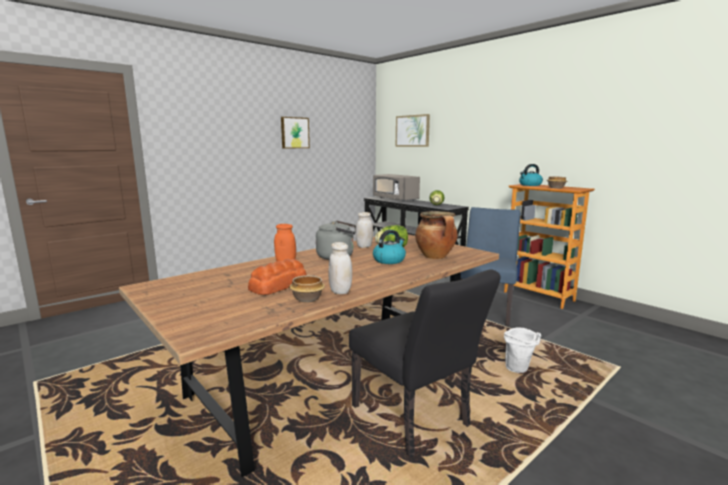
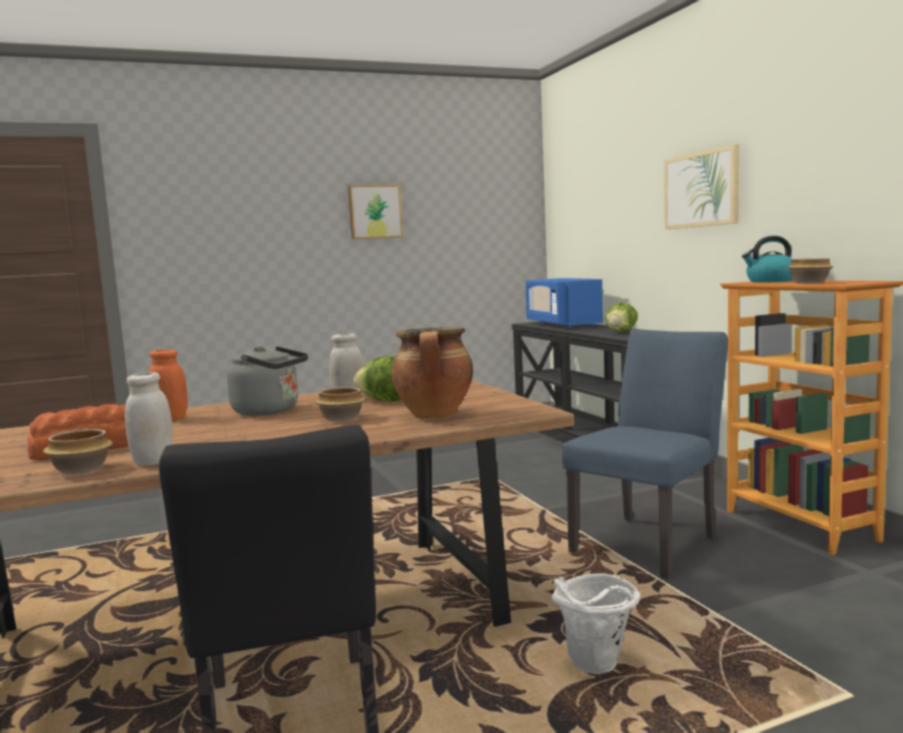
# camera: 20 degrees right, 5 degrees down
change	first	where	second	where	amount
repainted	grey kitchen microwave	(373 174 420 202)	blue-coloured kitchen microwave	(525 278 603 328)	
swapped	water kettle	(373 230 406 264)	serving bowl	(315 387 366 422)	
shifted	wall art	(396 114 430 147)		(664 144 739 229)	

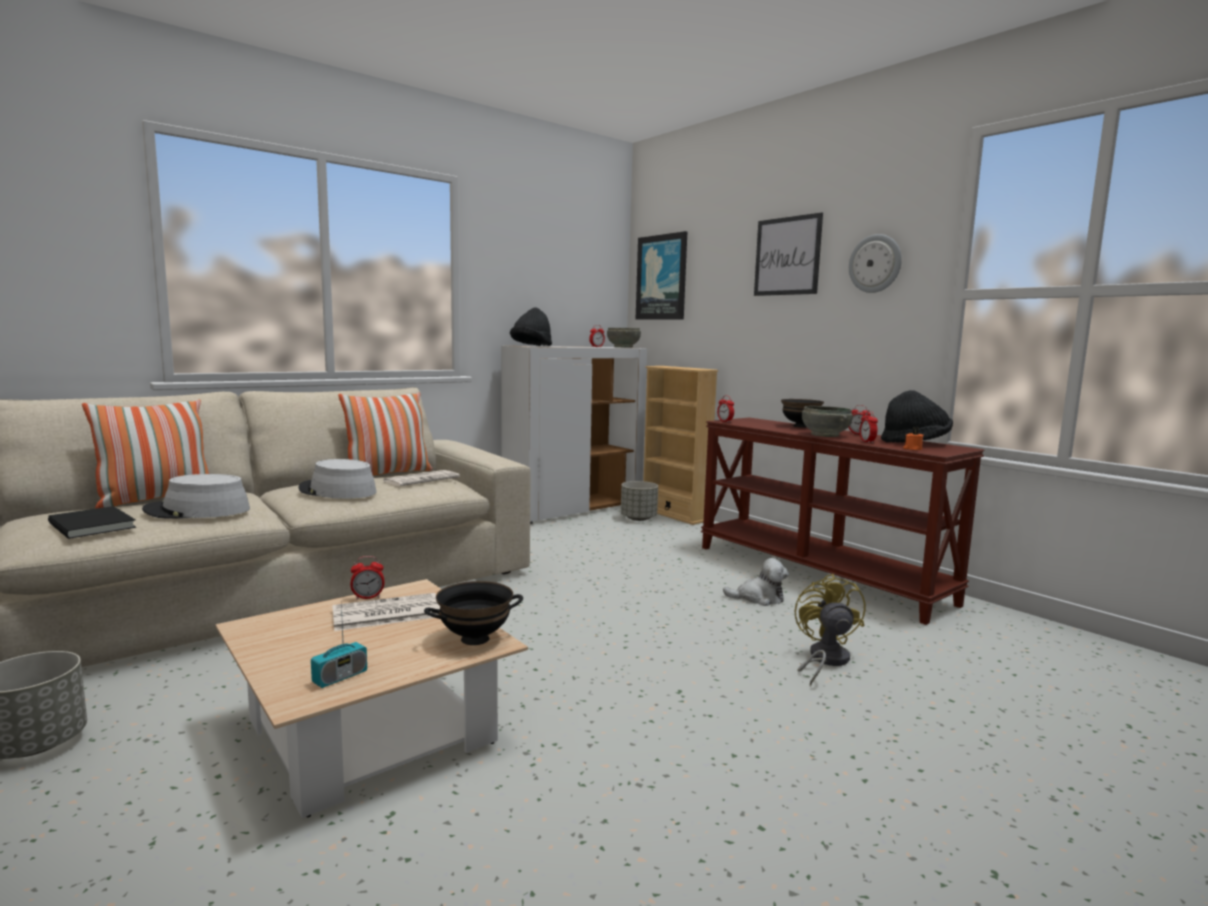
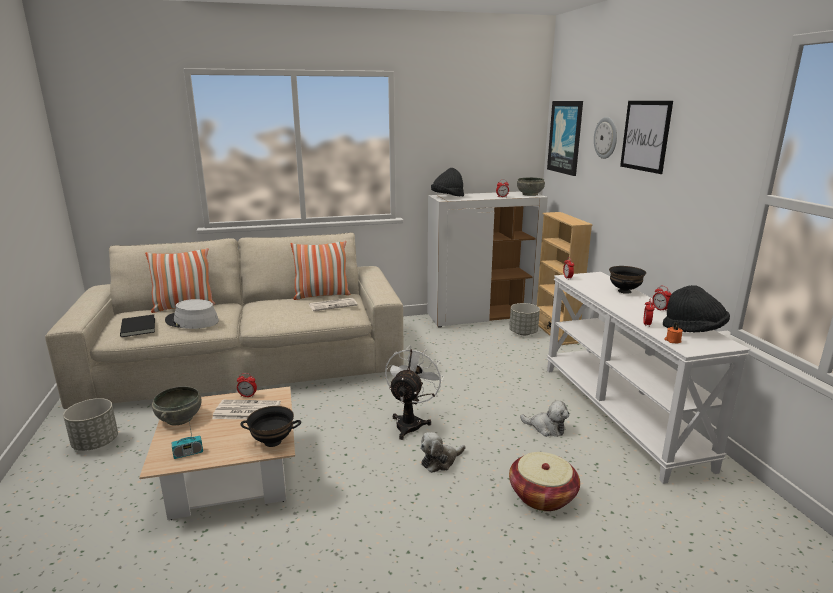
# camera: 25 degrees right, 10 degrees up
change	first	where	second	where	amount
gone	grey hat	(298 459 376 499)			
repainted	brownish hall table	(701 418 985 625)	white hall table	(547 272 750 484)	
swapped	yellowish electric fan	(795 574 866 686)	storage basket	(509 452 580 511)	
shifted	grey serving bowl	(802 406 853 437)		(152 386 202 425)	
shifted	wall clock	(849 234 902 293)		(594 117 617 159)	
new			white electric fan	(385 345 444 440)	
new			plush toy	(420 432 465 473)	

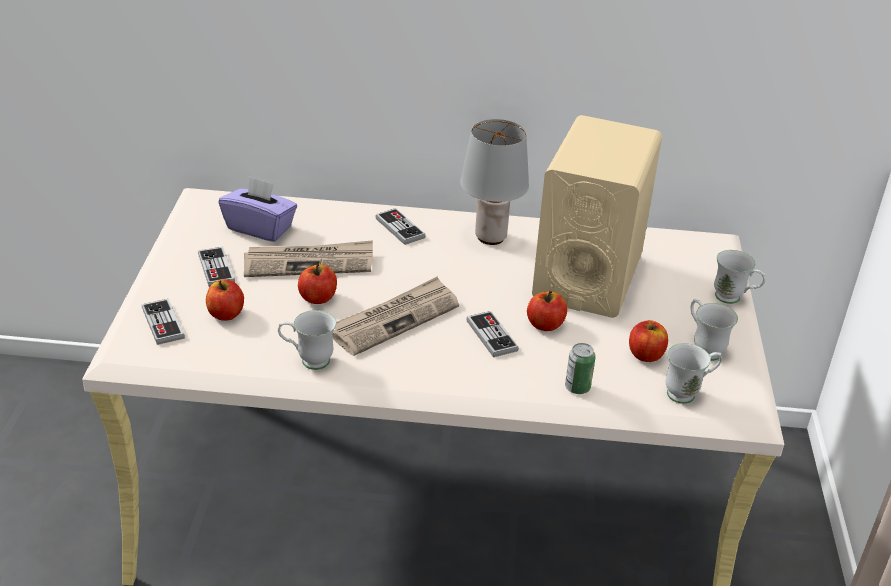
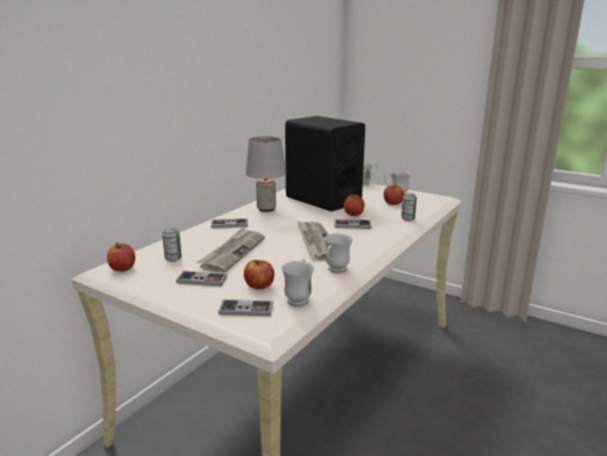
# camera: 60 degrees left, 15 degrees down
change	first	where	second	where	amount
swapped	purple-coloured box of tissues	(218 176 297 242)	metal can	(162 227 182 261)	
shifted	apple fruit	(298 264 337 304)		(107 243 135 272)	
repainted	beige audio speaker	(532 115 662 318)	blackish audio speaker	(285 116 365 212)	
shifted	white tea mug	(665 343 722 404)		(281 258 314 307)	

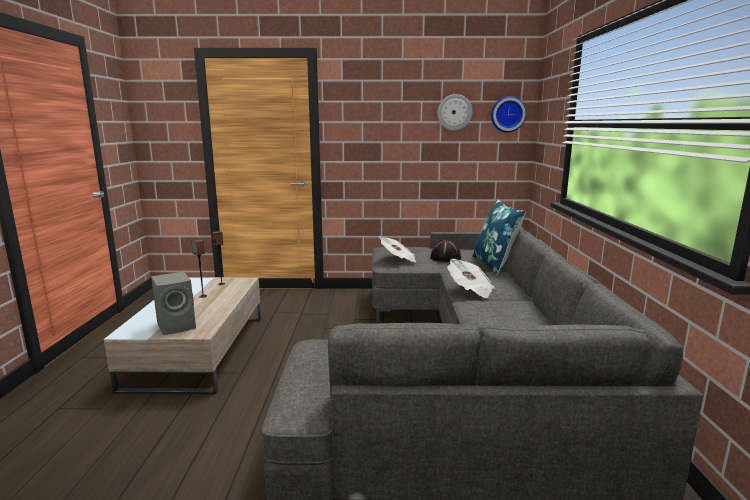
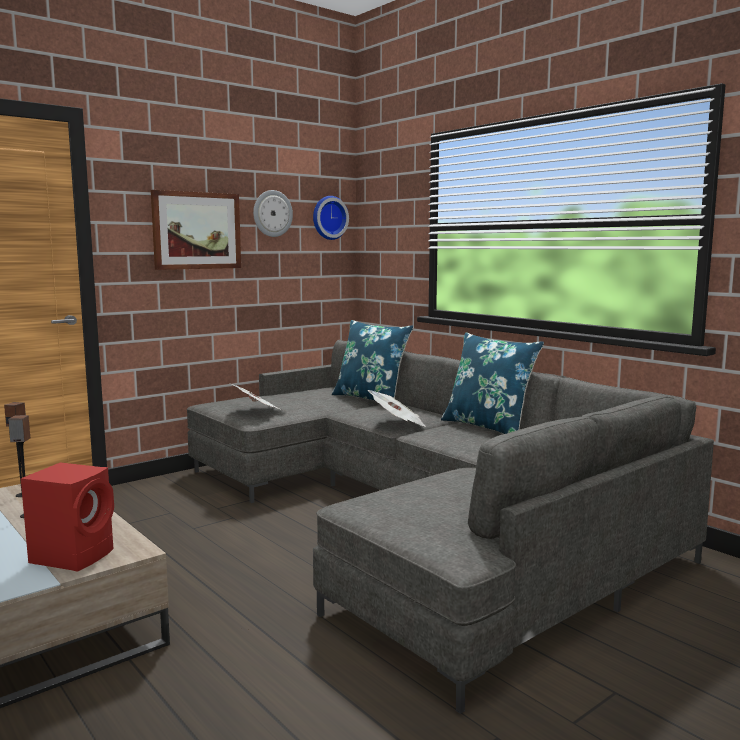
# camera: 40 degrees left, 5 degrees down
change	first	where	second	where	amount
repainted	grey audio speaker	(151 271 196 335)	red audio speaker	(21 462 114 571)	
gone	blackish hat	(431 240 461 262)			
new			wall art	(151 190 241 270)	
new			blue-coloured pillow	(441 332 544 434)	

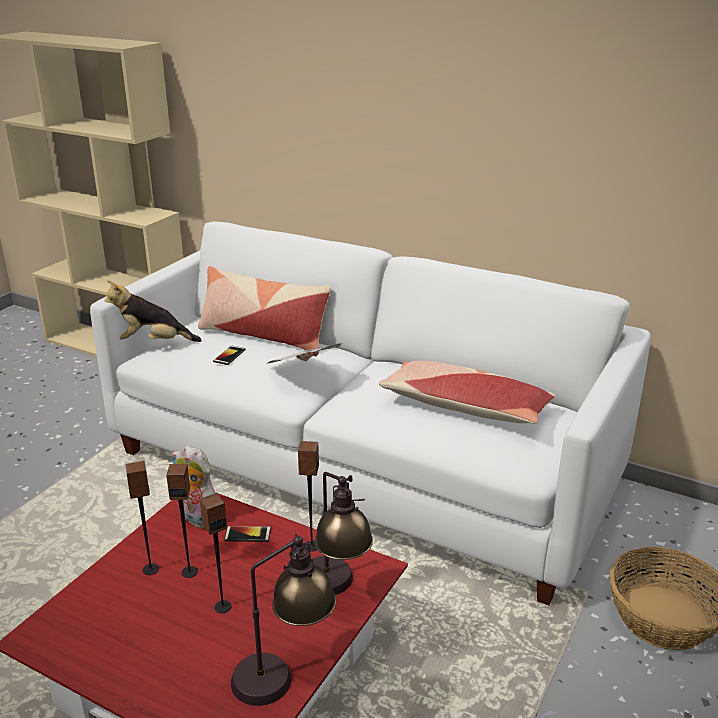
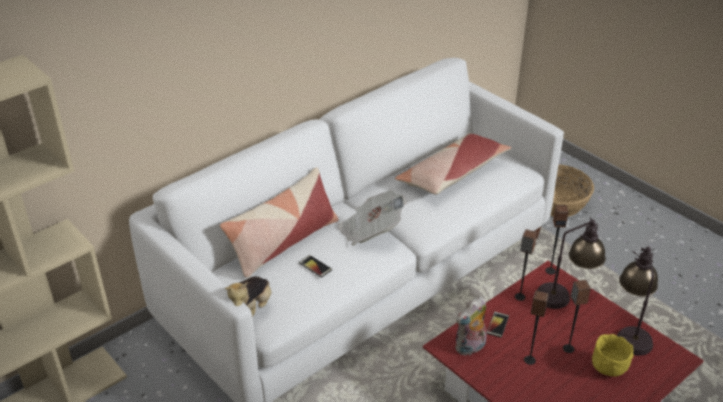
# camera: 70 degrees left, 10 degrees up
change	first	where	second	where	amount
shifted	audio speaker	(125 461 159 575)		(545 205 568 275)	
new			yellowish serving bowl	(592 334 634 377)	

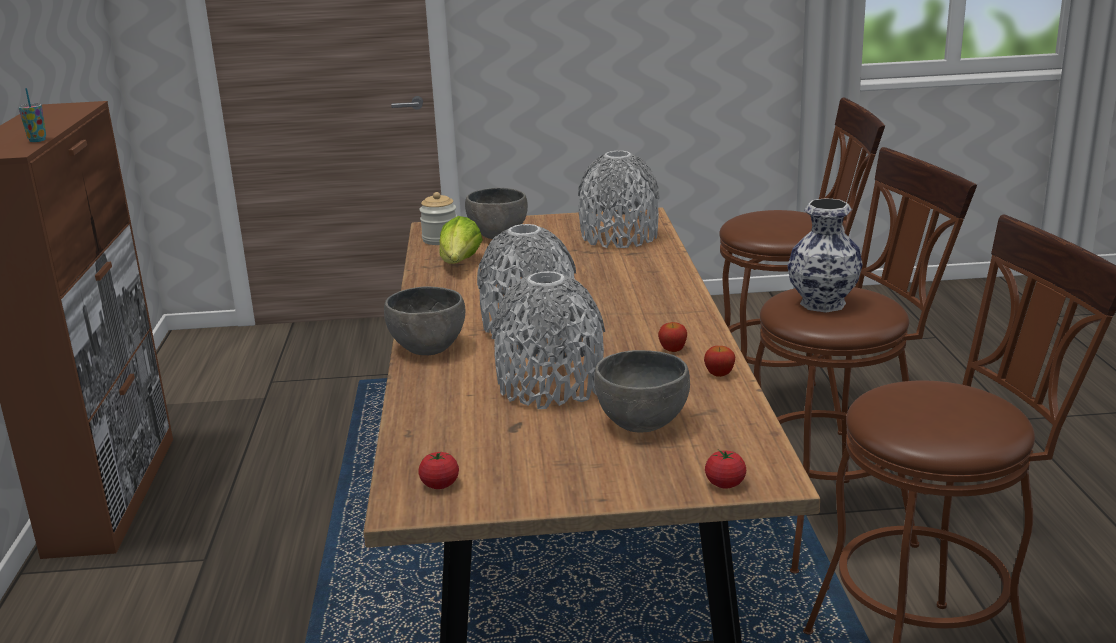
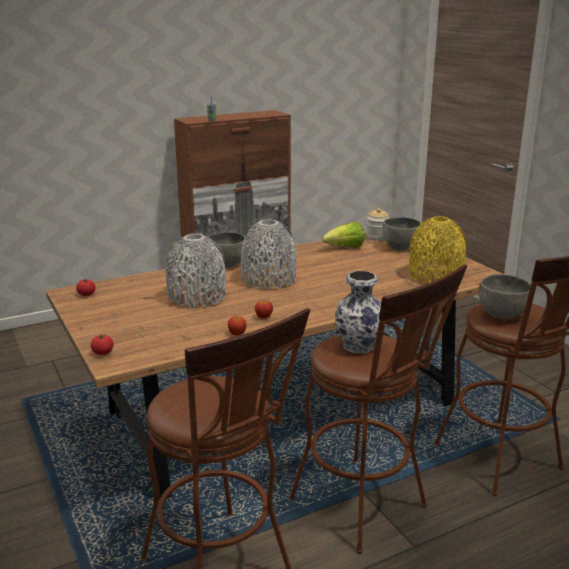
# camera: 65 degrees right, 0 degrees up
change	first	where	second	where	amount
repainted	grey flower vase	(578 151 660 248)	yellowish flower vase	(409 216 467 283)	
shifted	grey serving bowl	(594 350 690 432)		(479 274 531 319)	

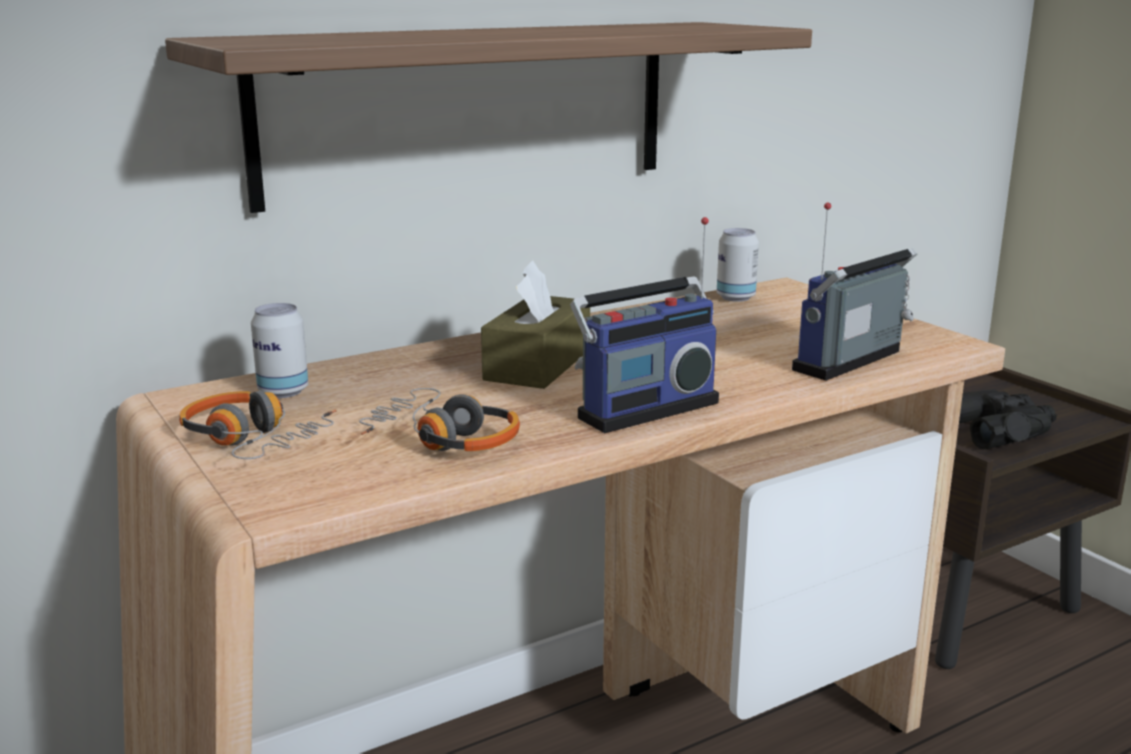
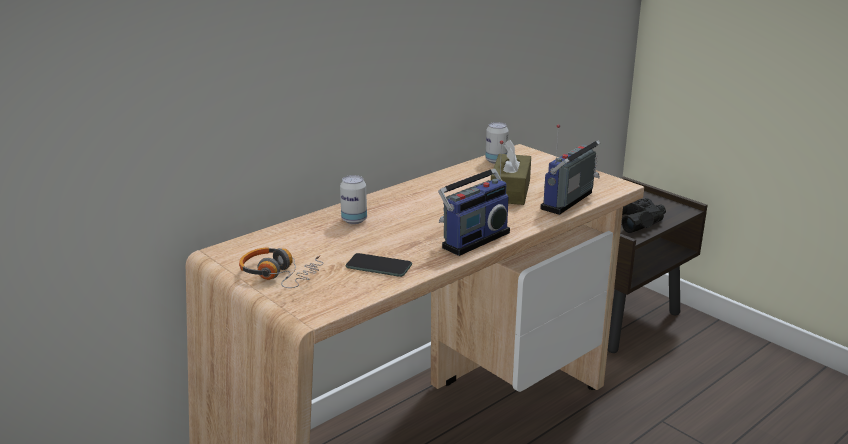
# camera: 10 degrees left, 5 degrees up
change	first	where	second	where	amount
gone	shelf	(165 22 812 213)			
shifted	metal can	(251 303 308 398)		(340 175 367 224)	
swapped	headset	(359 388 520 451)	telephone	(346 253 412 277)	
shifted	brownish box of tissues	(481 261 590 389)		(491 139 531 205)	

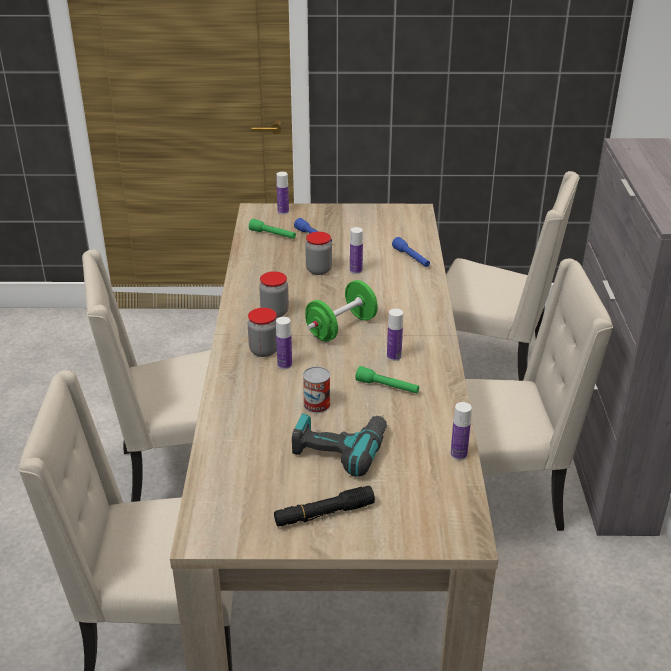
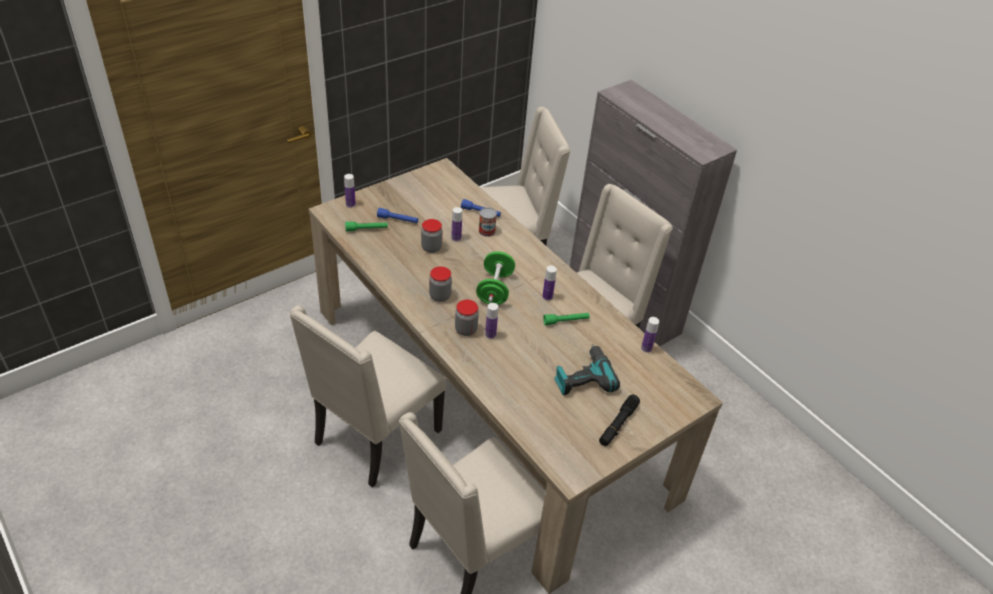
# camera: 40 degrees left, 10 degrees up
change	first	where	second	where	amount
shifted	metal can	(303 366 331 413)		(479 208 497 237)	

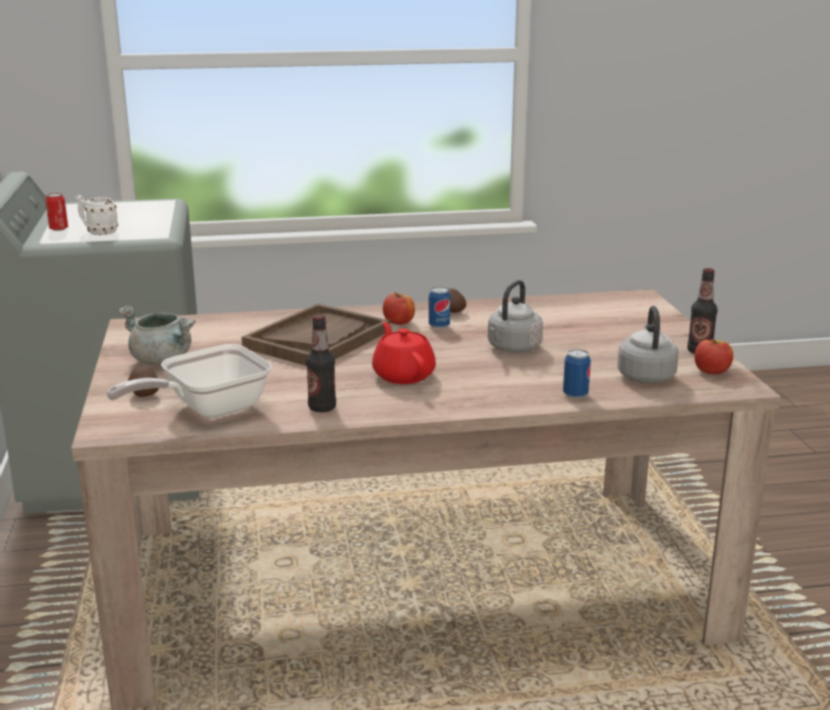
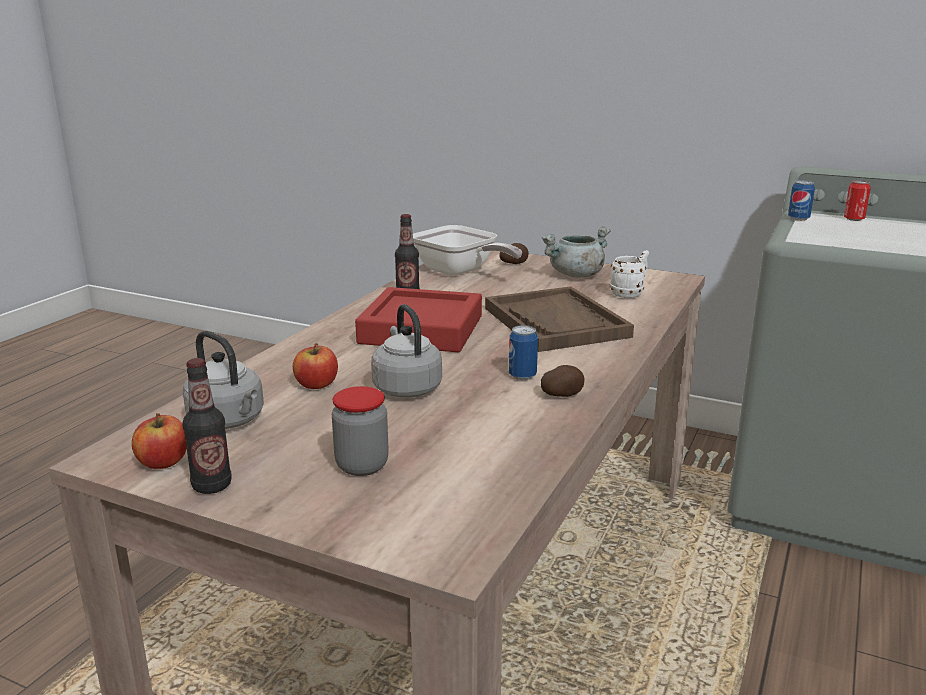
# camera: 125 degrees right, 0 degrees up
change	first	where	second	where	amount
shifted	white tea mug	(75 195 118 235)		(610 250 649 298)	
rotated	pan	(106 344 272 418)		(413 225 522 276)	135 degrees clockwise
swapped	red tea pot	(372 322 436 384)	red serving tray	(355 287 482 352)	
shifted	apple fruit	(383 292 415 325)		(293 343 338 389)	
shifted	metal can	(563 349 591 399)		(788 180 815 221)	
new			preserve jar	(332 386 389 476)	

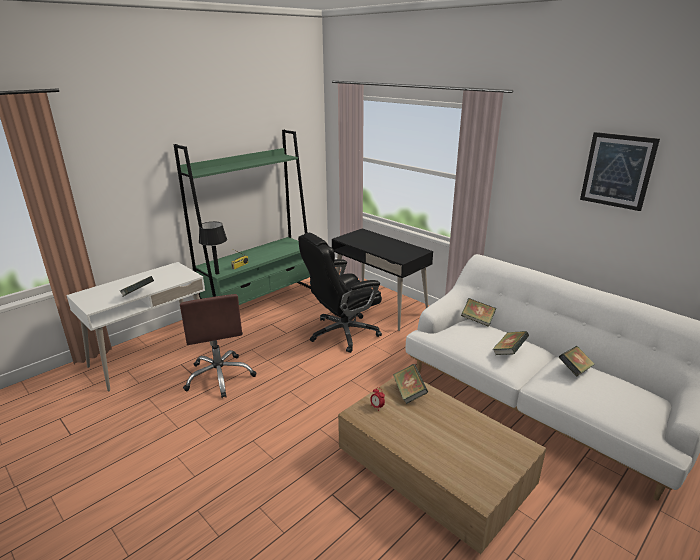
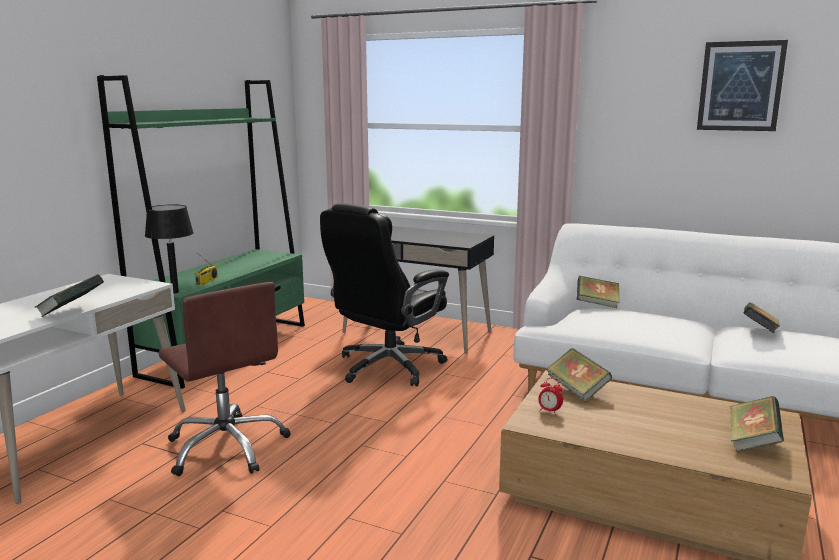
# camera: 20 degrees left, 10 degrees down
change	first	where	second	where	amount
shifted	book	(492 331 529 355)		(730 396 784 452)	

